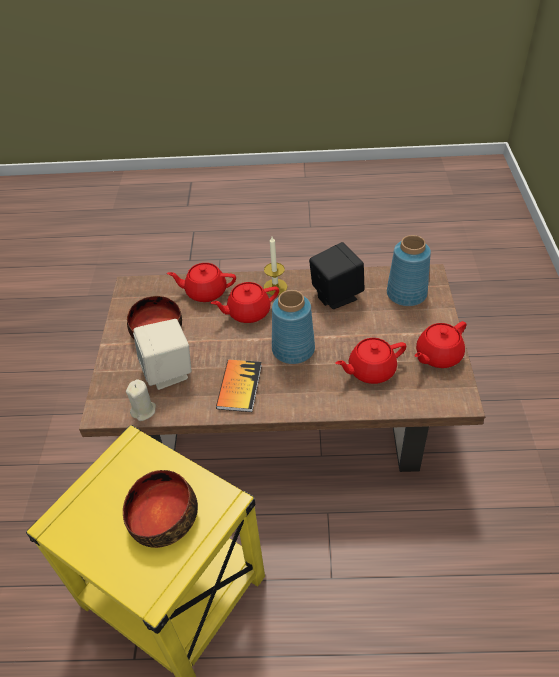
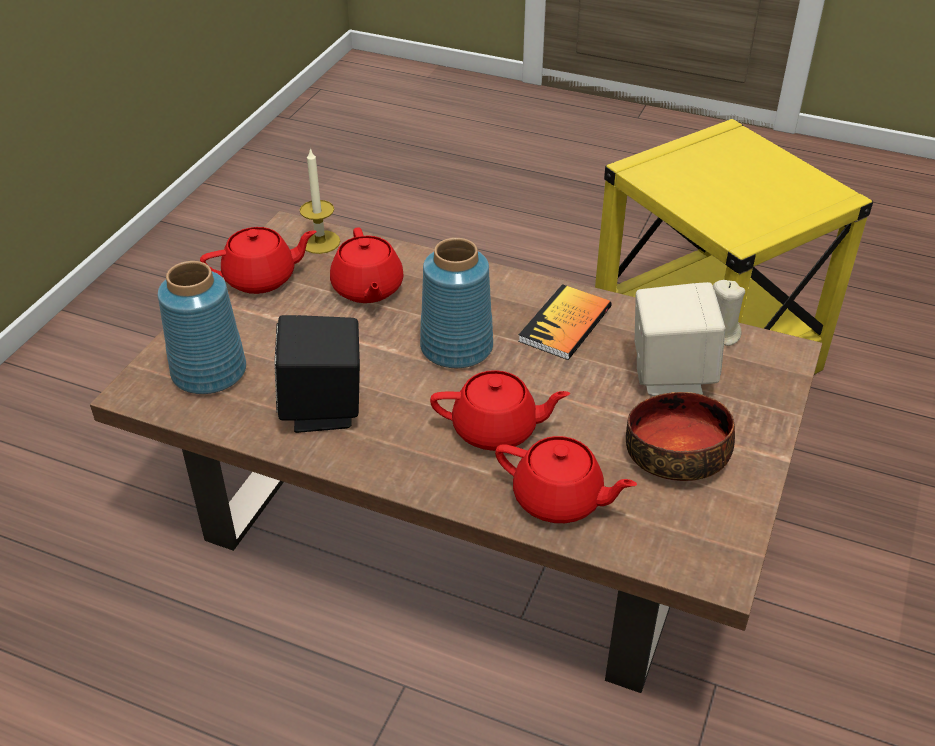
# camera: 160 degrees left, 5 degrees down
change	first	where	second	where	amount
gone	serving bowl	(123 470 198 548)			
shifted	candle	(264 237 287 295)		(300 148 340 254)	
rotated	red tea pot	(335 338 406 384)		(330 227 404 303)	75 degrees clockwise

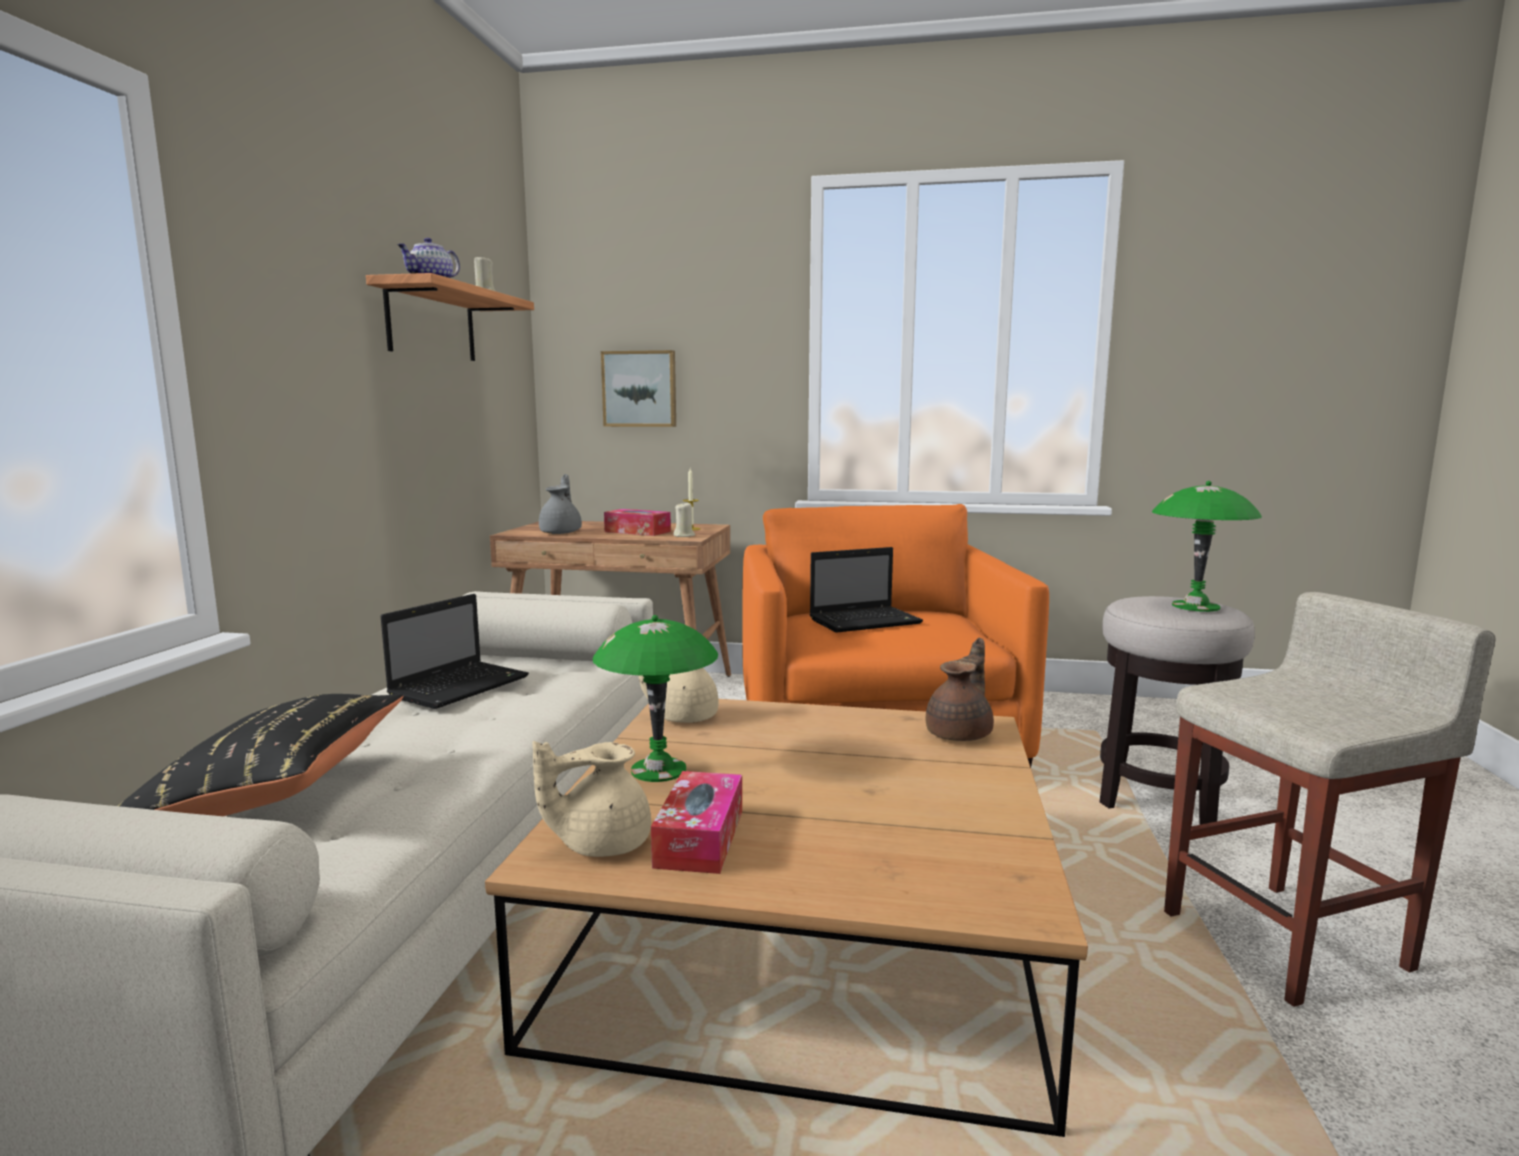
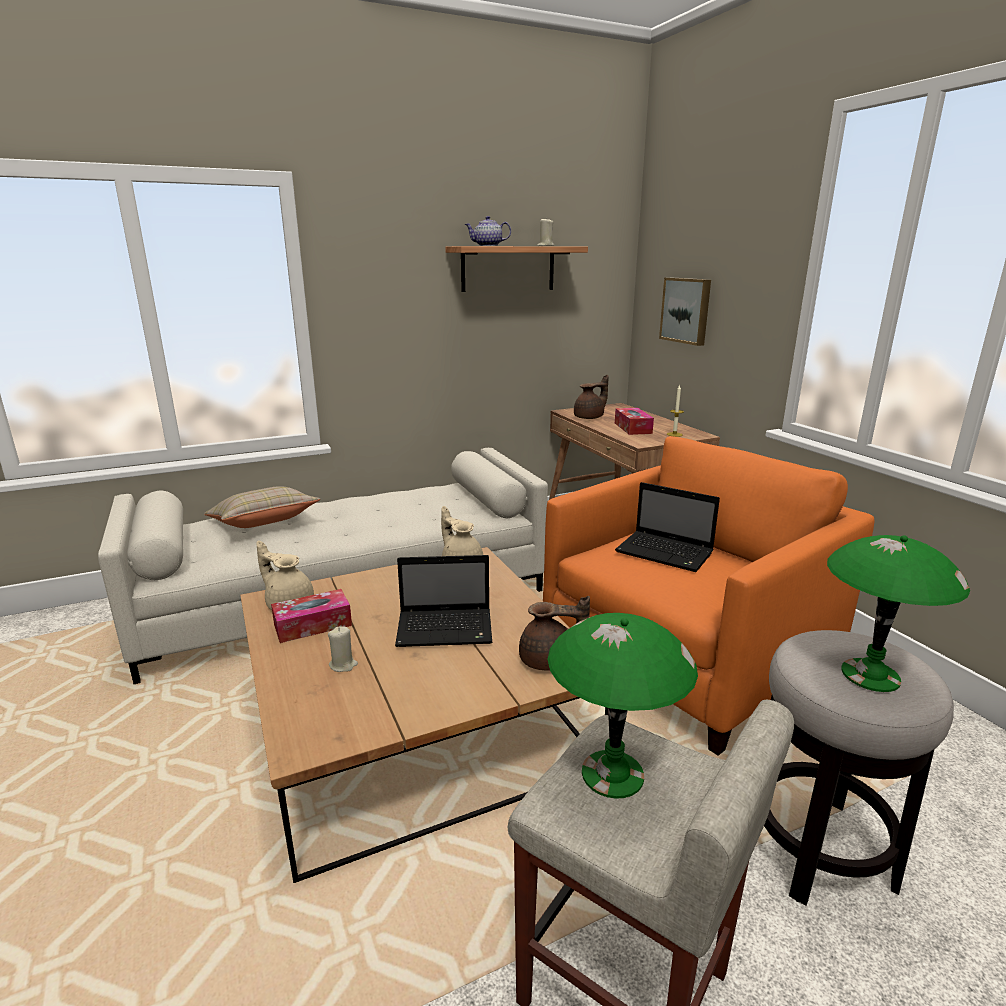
# camera: 55 degrees right, 10 degrees up
change	first	where	second	where	amount
repainted	blackish pillow	(118 694 404 816)	beige pillow	(204 486 320 528)	
shifted	notebook computer	(381 594 529 709)		(395 555 492 647)	
repainted	grey tea pot	(539 474 582 534)	brownish tea pot	(574 375 608 419)	
shifted	green table lamp	(593 615 718 782)		(547 613 698 799)	
shifted	beige candle	(674 502 695 537)		(328 626 358 672)	

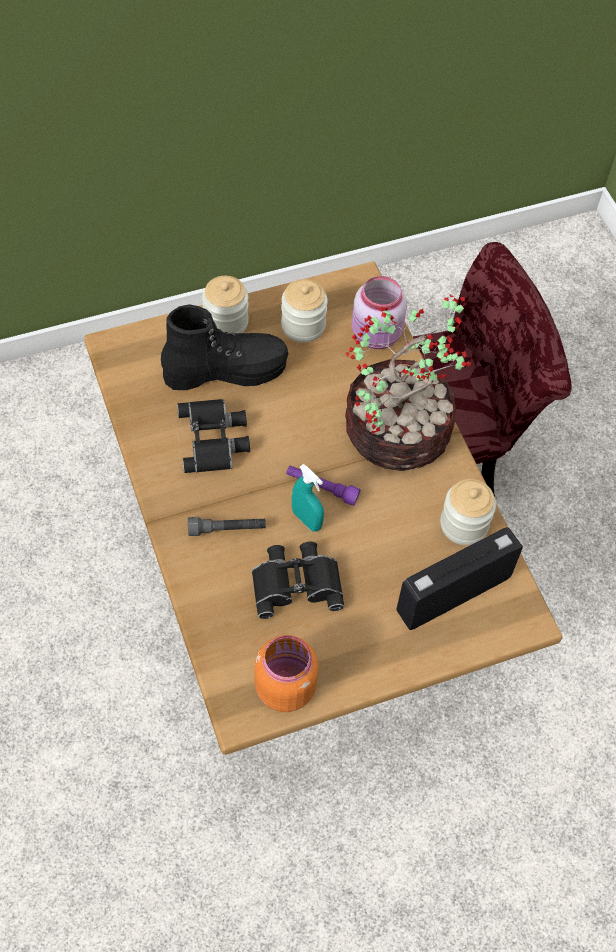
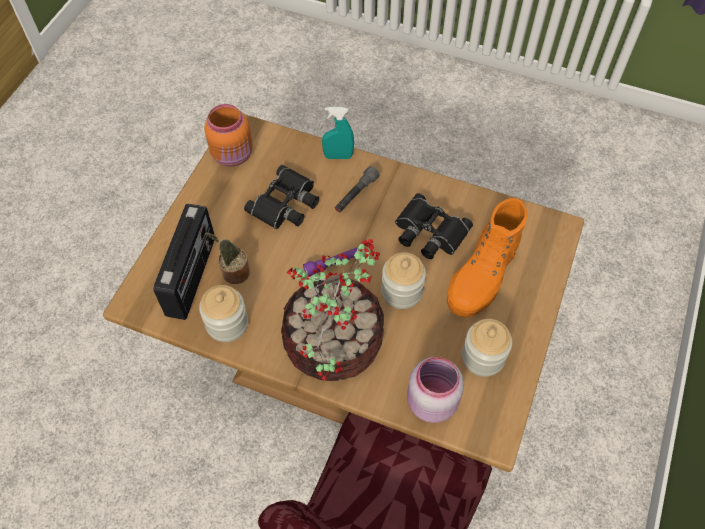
# camera: 135 degrees right, 0 degrees up
change	first	where	second	where	amount
repainted	blackish high-top boot	(161 304 288 390)	orange high-top boot	(447 198 528 317)	
shifted	preserve jar	(202 276 249 334)		(381 252 426 309)	
shifted	turquoise spray bottle	(292 464 324 532)		(322 107 354 159)	
new			houseplant	(205 233 250 284)	

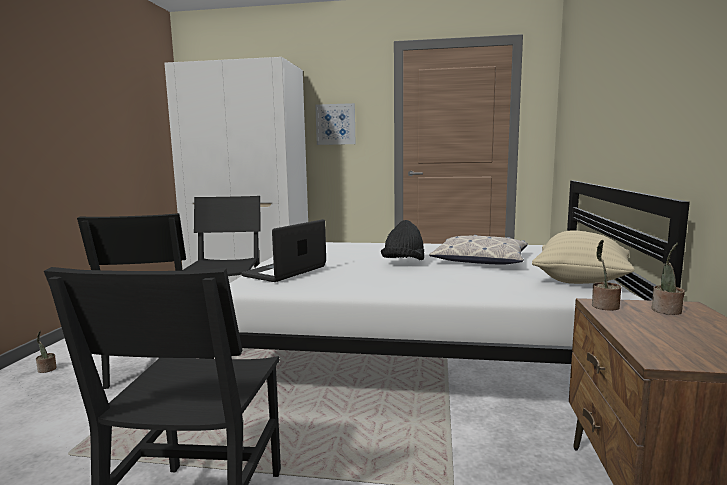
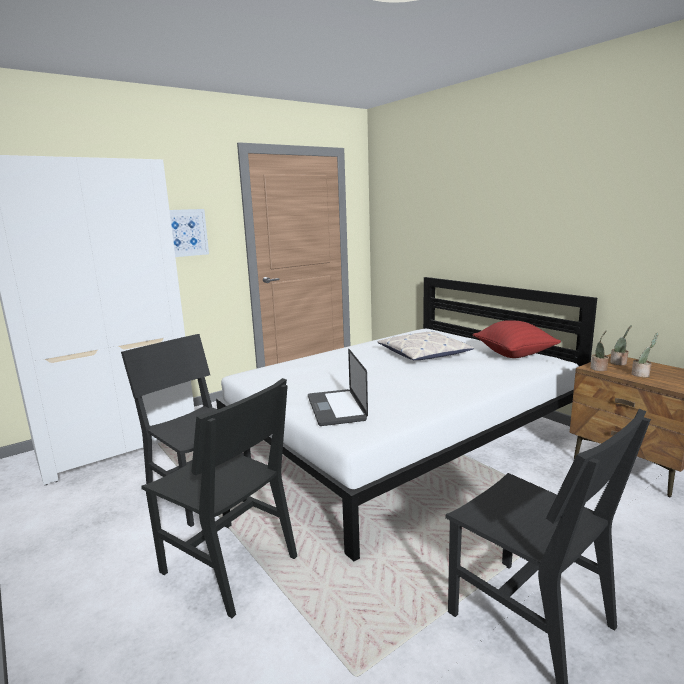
# camera: 45 degrees left, 5 degrees up
change	first	where	second	where	amount
shifted	houseplant	(36 330 57 373)		(631 333 658 377)	
gone	blackish hat	(381 220 424 260)			
repainted	beige pillow	(532 230 635 284)	red pillow	(473 320 561 358)	

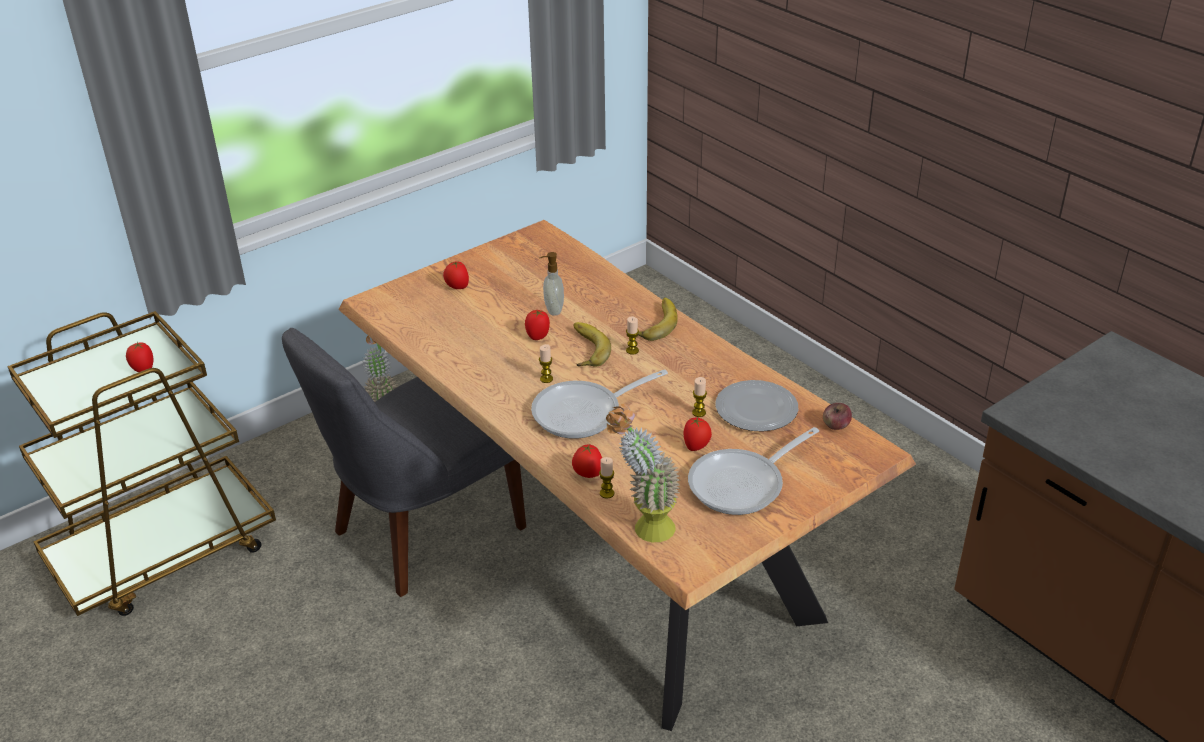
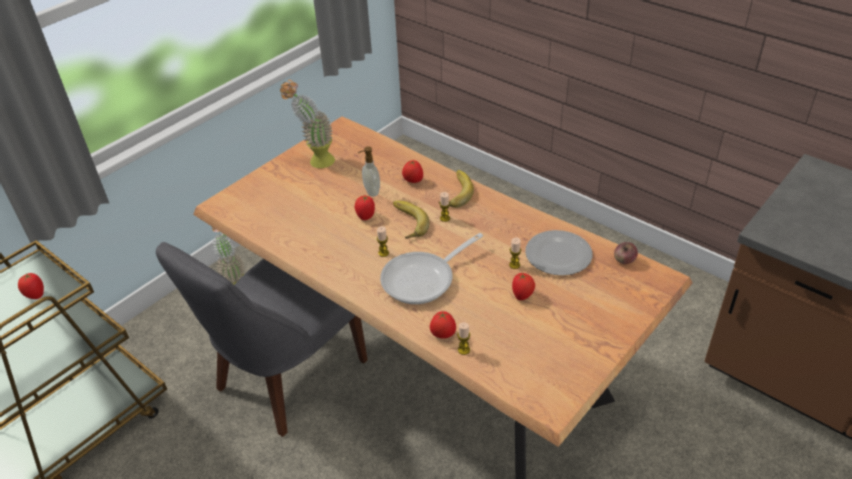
# camera: 10 degrees left, 5 degrees up
change	first	where	second	where	amount
shifted	tomato	(443 261 469 289)		(402 160 423 183)	
shifted	houseplant	(606 404 680 542)		(280 80 335 168)	
gone	pan	(688 427 819 515)			

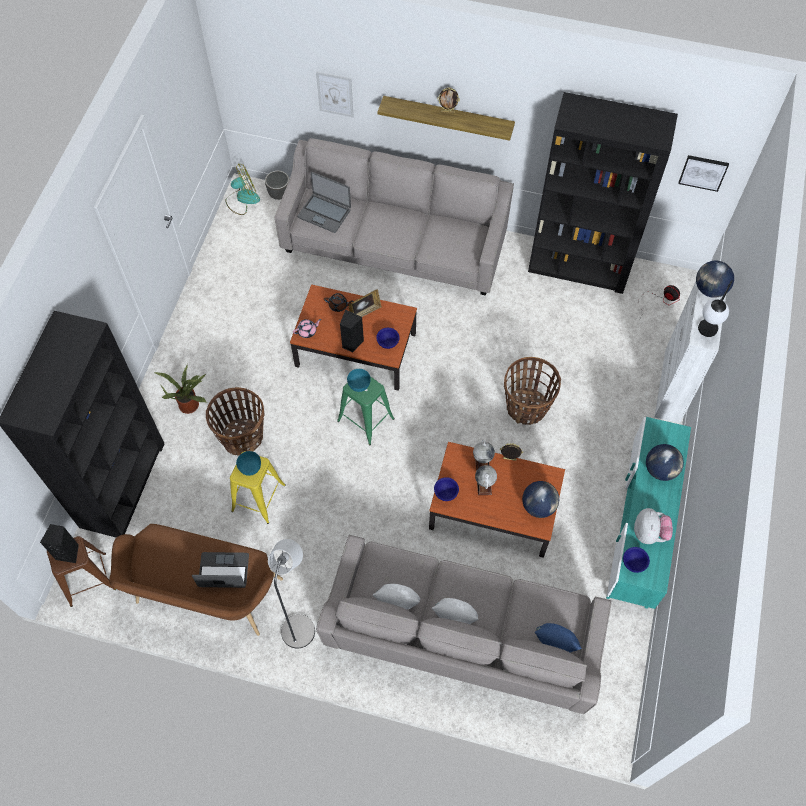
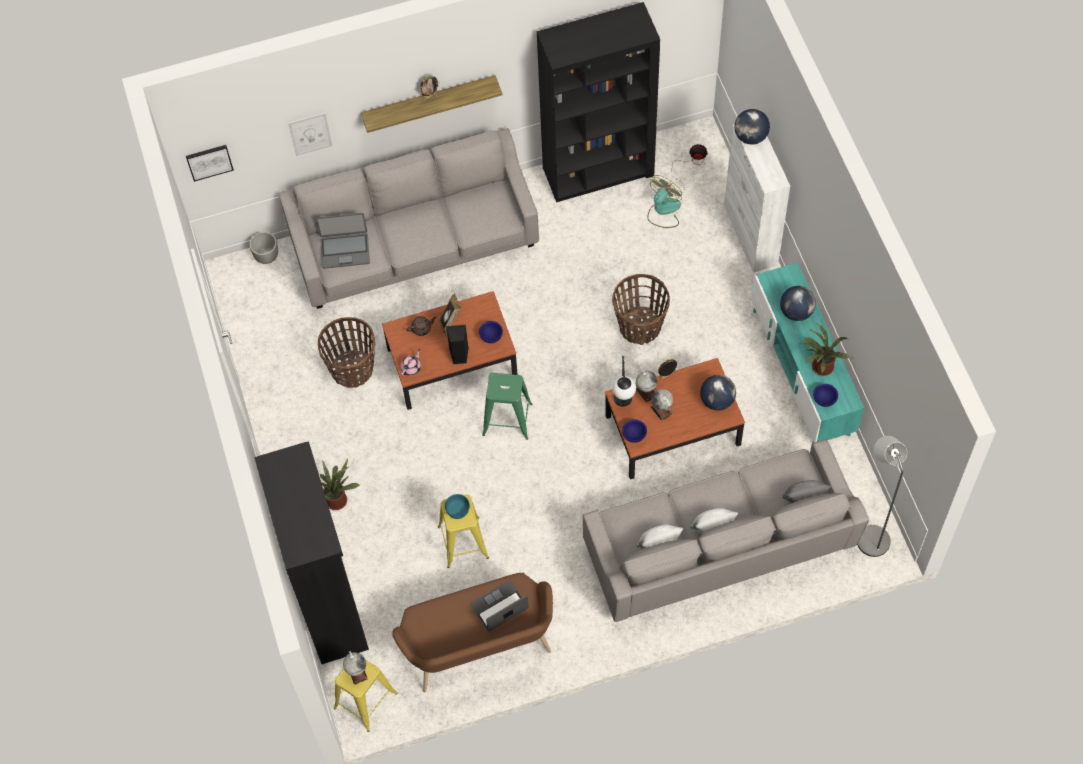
# camera: 30 degrees left, 0 degrees up
change	first	where	second	where	amount
swapped	blackish audio speaker	(40 524 79 563)	globe	(343 651 368 685)	
repainted	brownish stool	(47 536 116 607)	yellowish stool	(334 659 397 732)	
shifted	storage basket	(206 387 264 455)		(318 317 375 388)	
shifted	electric fan	(225 164 260 215)		(647 175 682 228)	
shifted	grey standard lamp	(268 539 315 649)		(858 436 907 557)	
gone	turquoise serving bowl	(347 369 371 392)			
repainted	blue-coloured pillow	(535 623 582 653)	grey pillow	(782 480 831 503)	
swapped	plush toy	(634 508 673 544)	houseplant	(800 323 854 376)	
shifted	wall art	(678 155 729 192)		(186 145 234 182)	
shifted	table lamp	(698 280 733 337)		(612 356 636 407)	

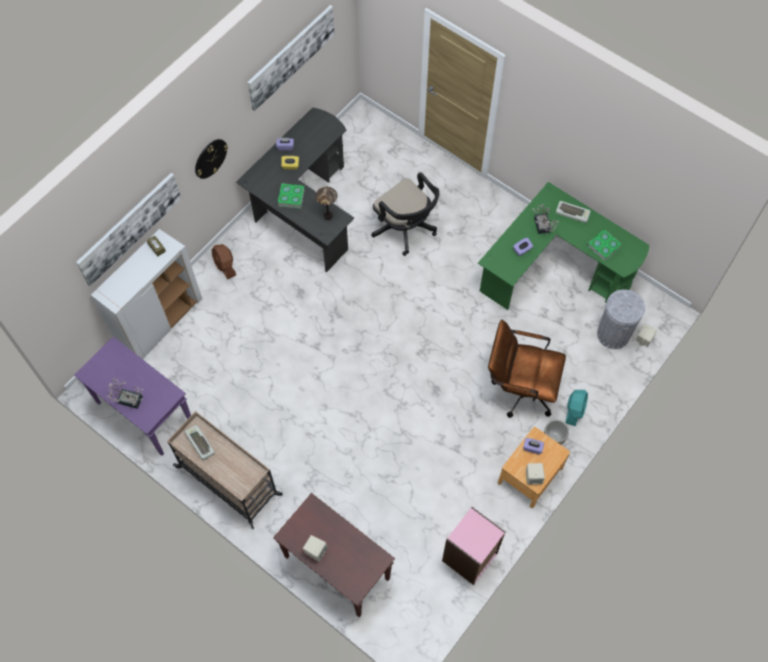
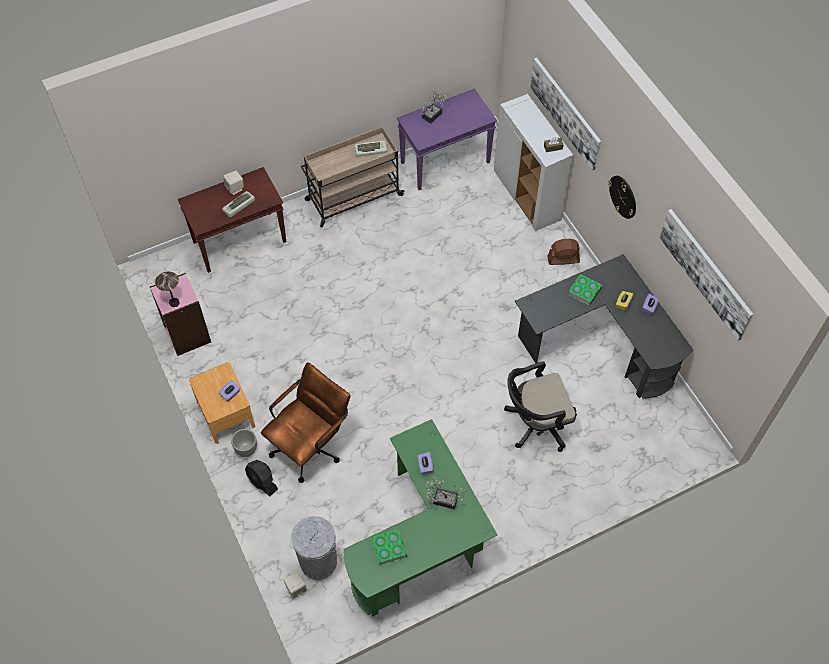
# camera: 115 degrees right, 5 degrees down
change	first	where	second	where	amount
shifted	table lamp	(315 187 338 220)		(155 272 179 307)	
gone	beige audio speaker	(526 463 545 485)			
shifted	keyboard	(556 201 591 223)		(222 191 255 217)	
repainted	turquoise electric fan	(565 390 588 426)	blackish electric fan	(245 460 278 497)	

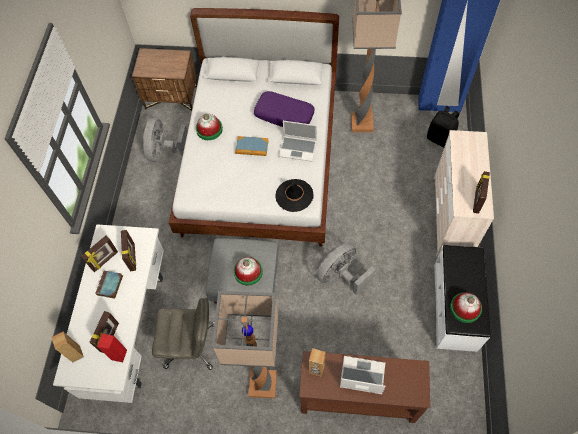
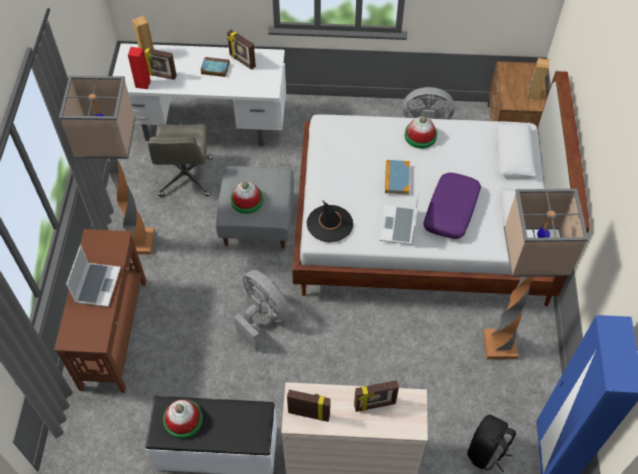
# camera: 85 degrees right, 5 degrees down
change	first	where	second	where	amount
shifted	photo frame	(121 230 136 271)		(354 380 399 412)	
shifted	brownish audio speaker	(309 348 325 377)		(528 58 550 100)	

